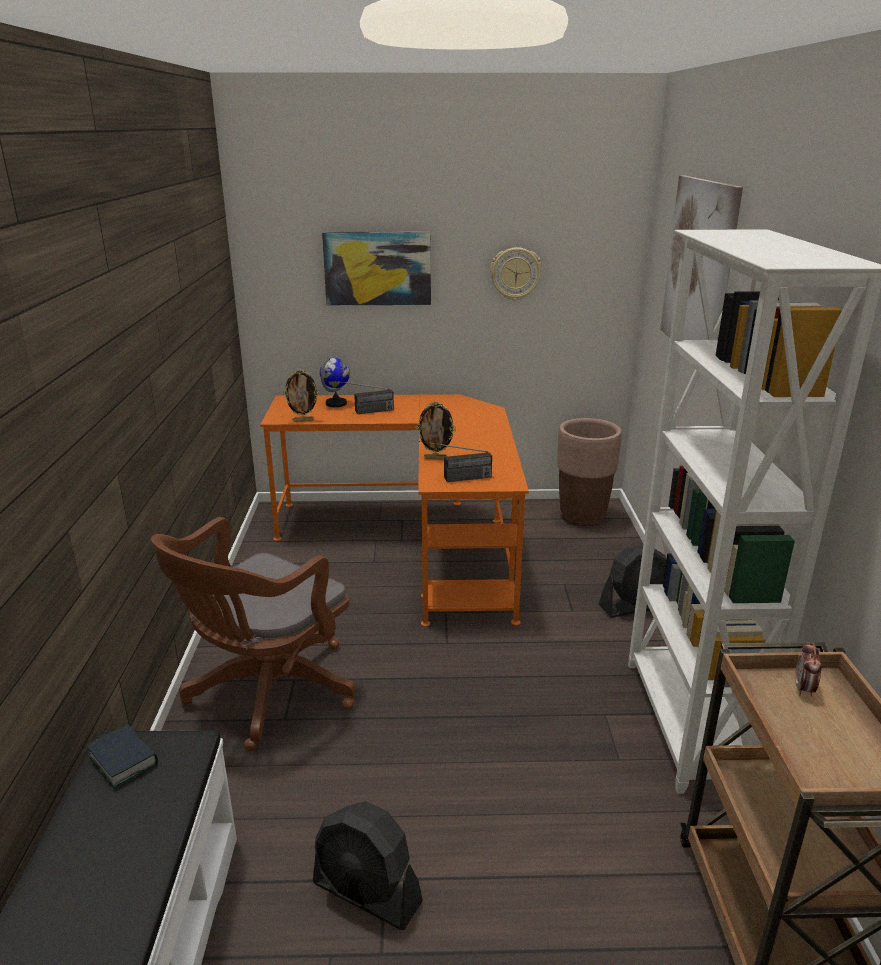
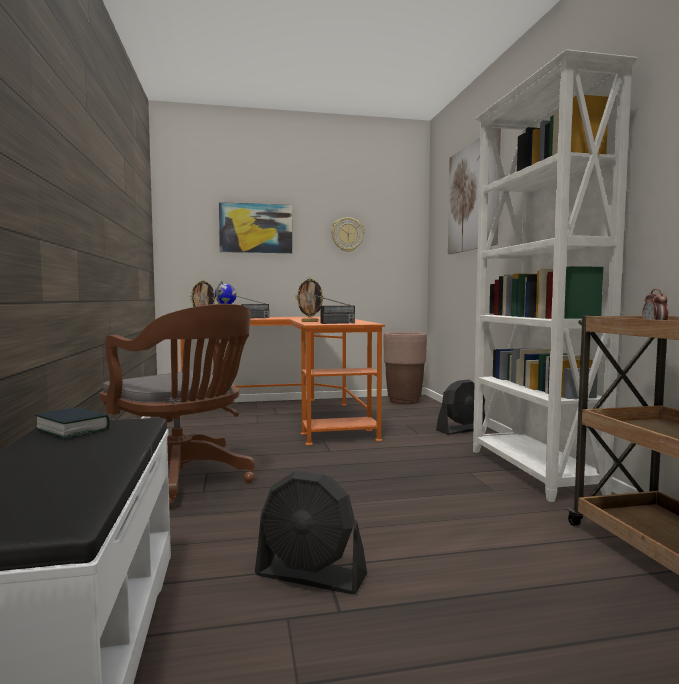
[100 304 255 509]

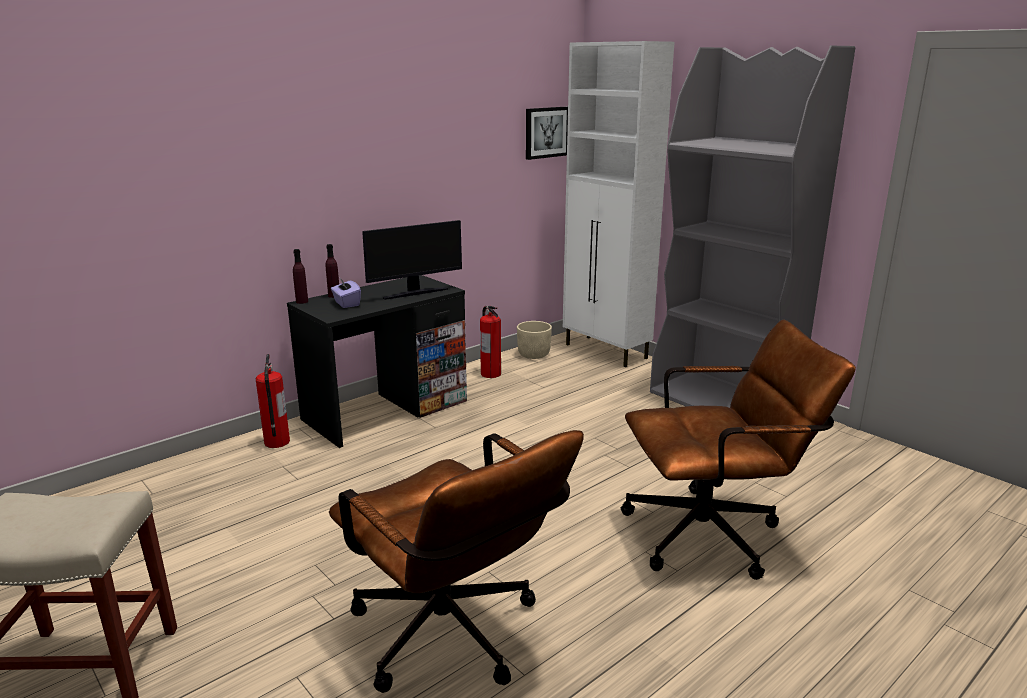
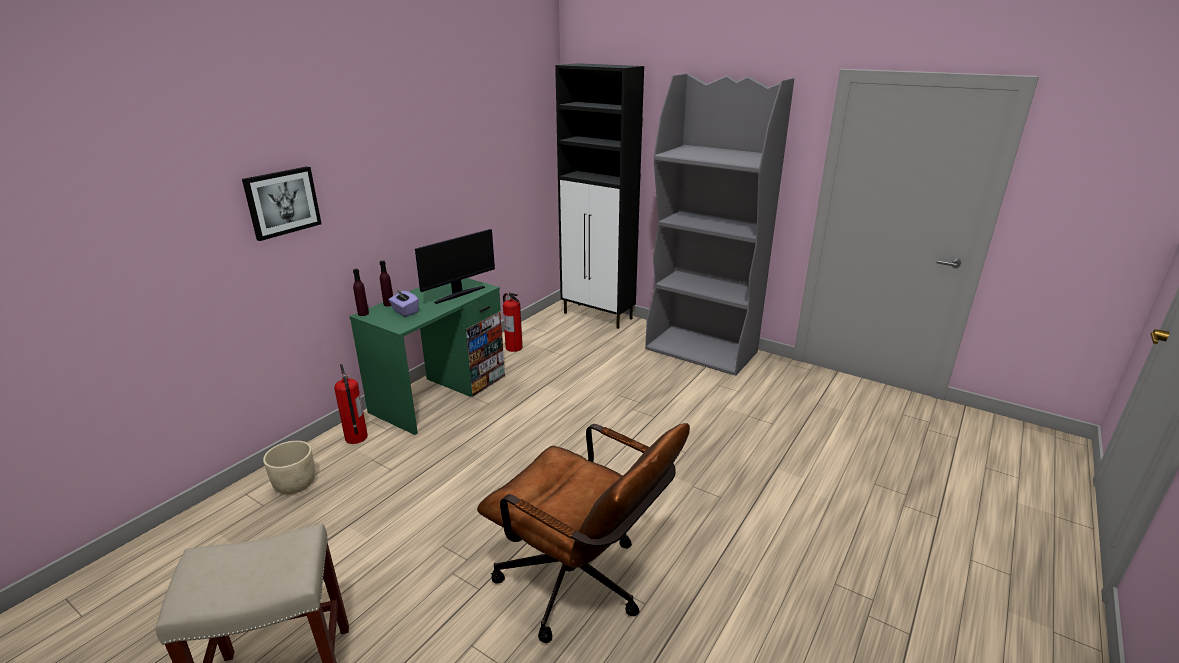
[350 278 505 435]
[263 441 315 494]
[242 166 322 241]
[555 63 644 329]
[621 320 856 580] (first image)

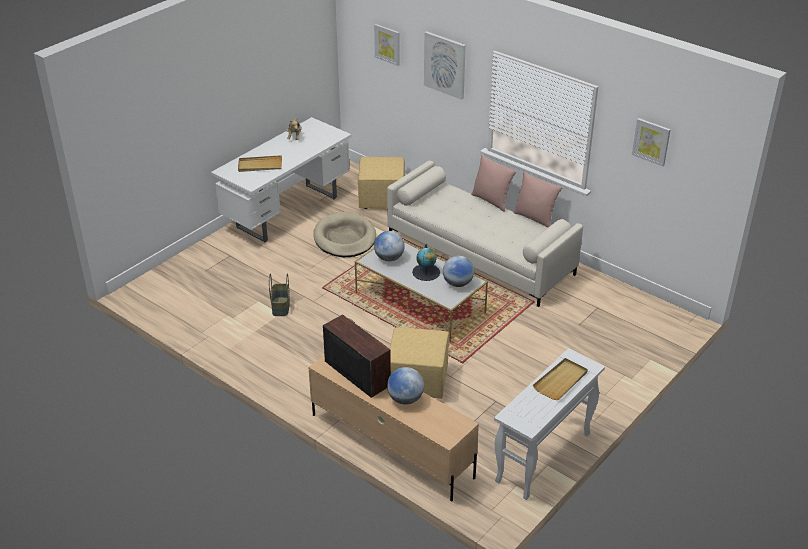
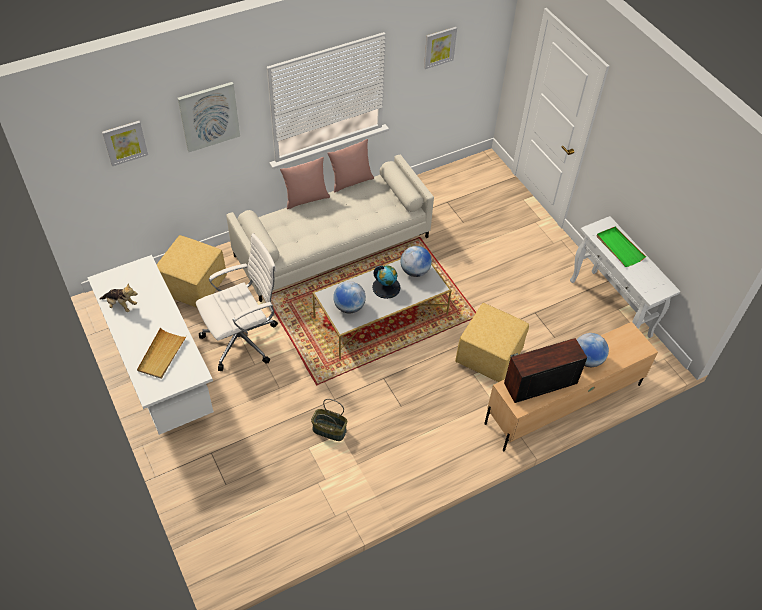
[196 233 278 371]
[597 227 646 267]

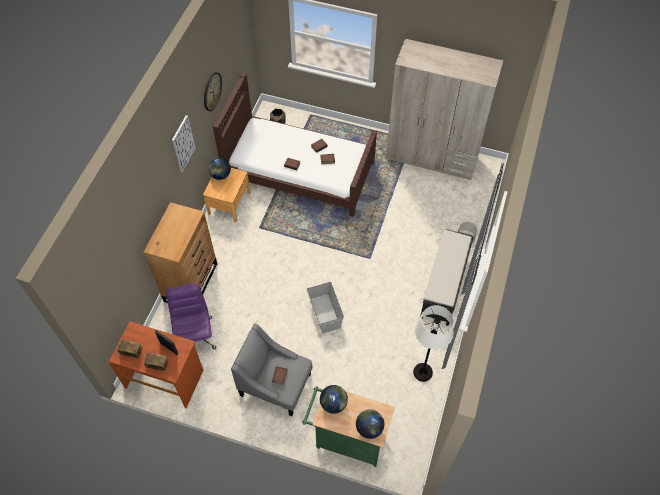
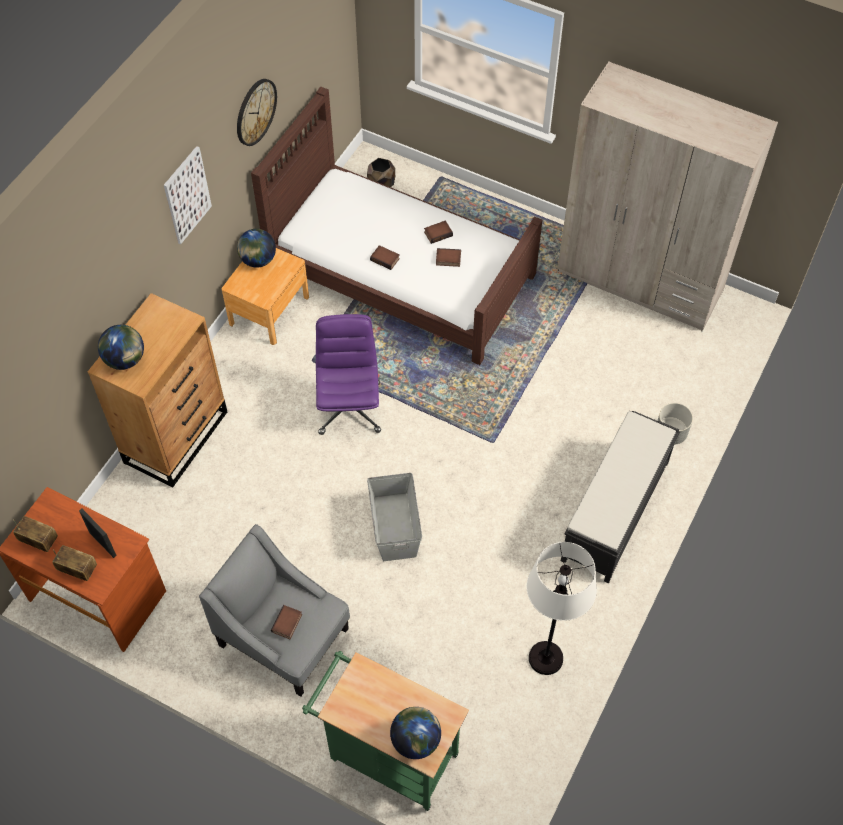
[316 314 381 435]
[98 325 144 370]

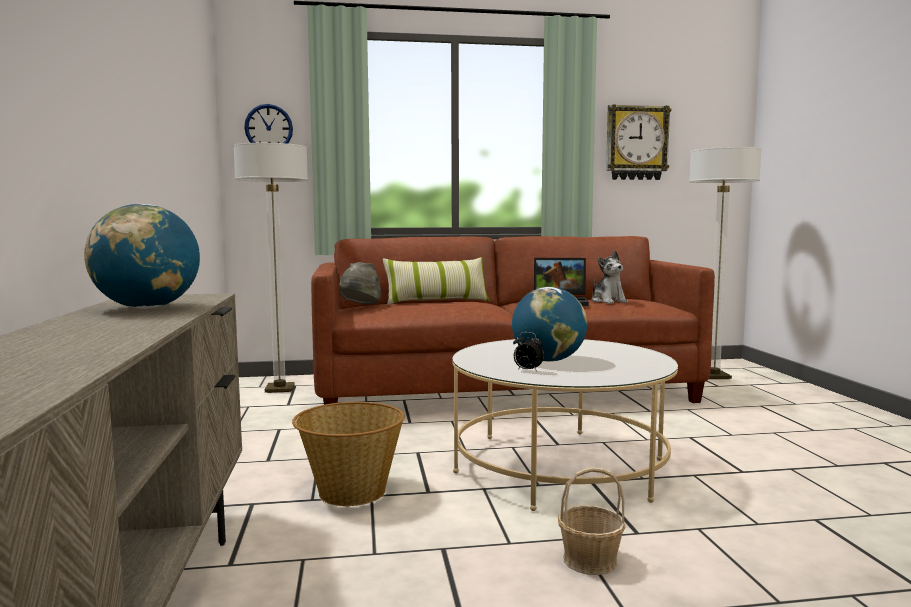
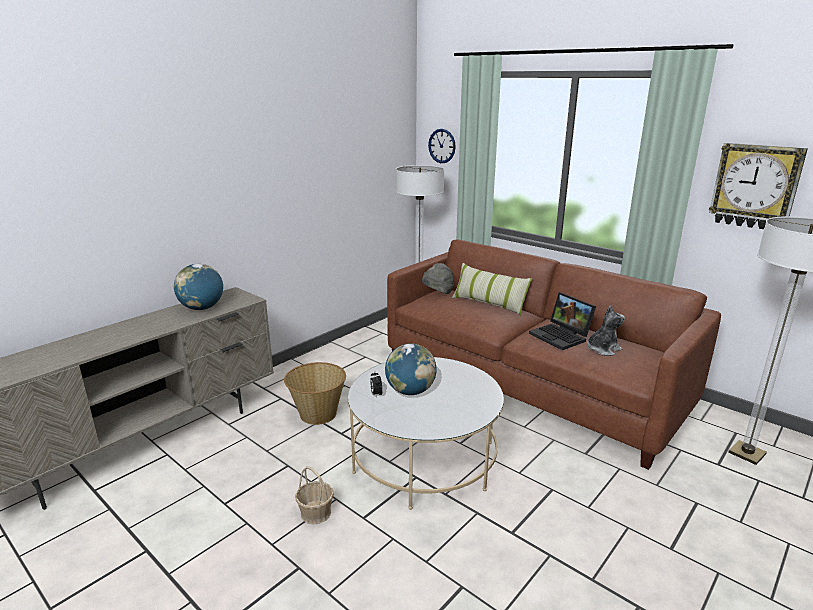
[587 305 625 356]

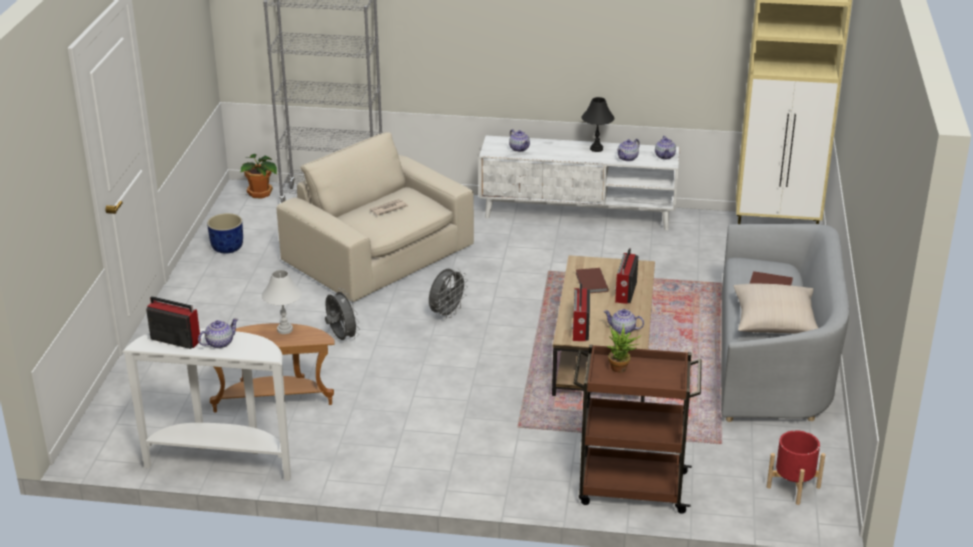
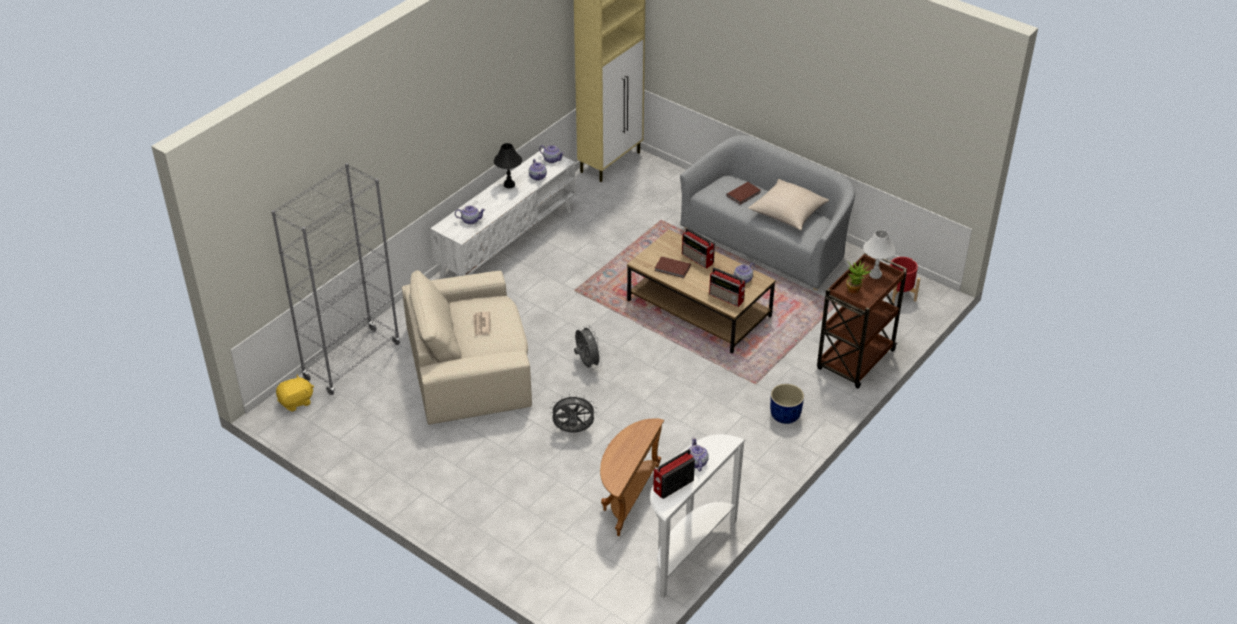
[770 384 804 424]
[276 374 314 412]
[863 230 895 279]

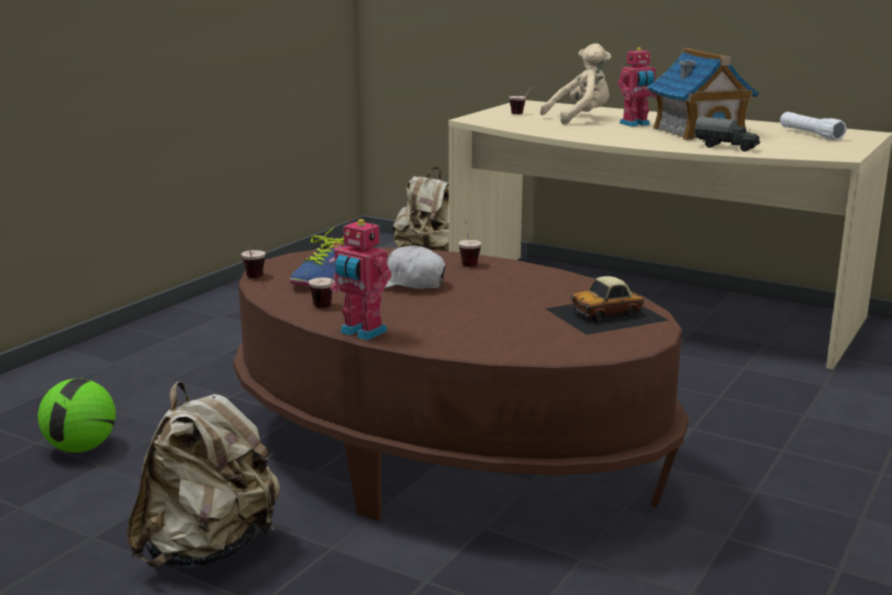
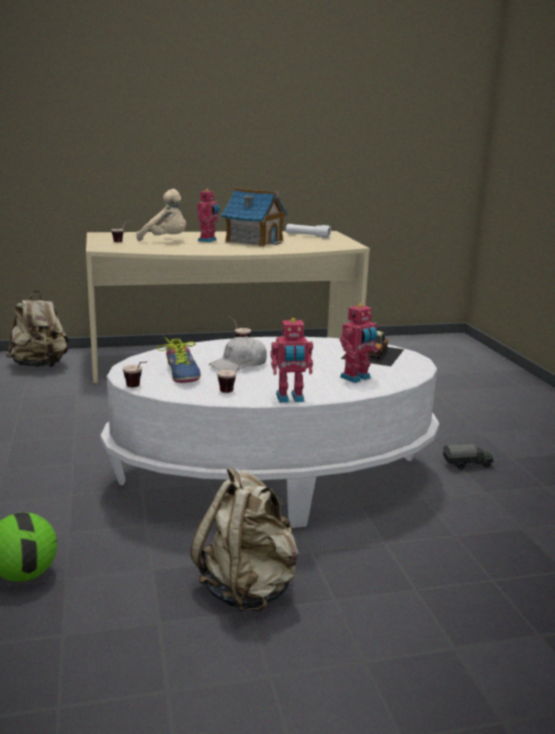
[100 337 439 528]
[136 189 186 241]
[443 444 494 470]
[340 303 378 383]

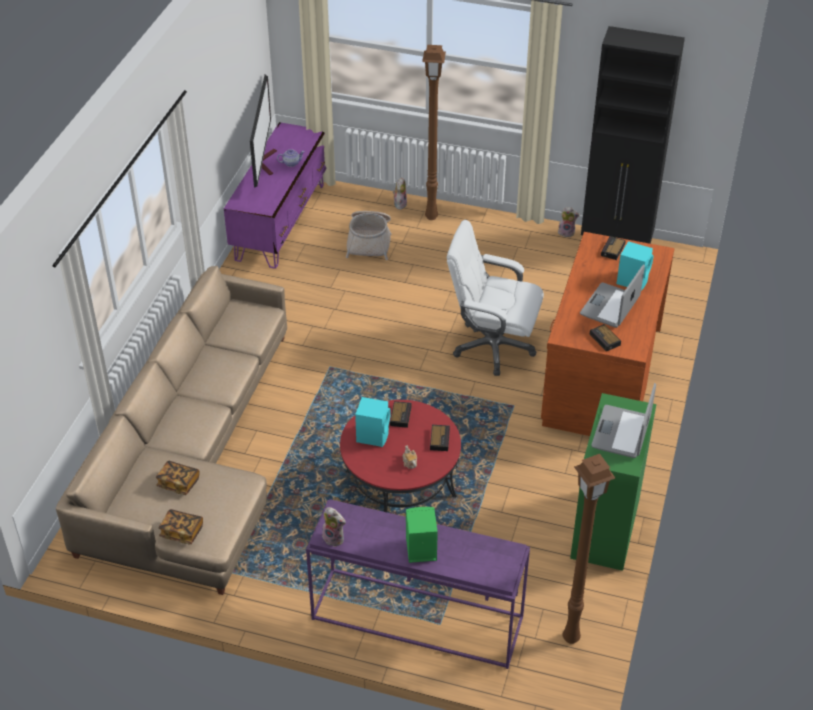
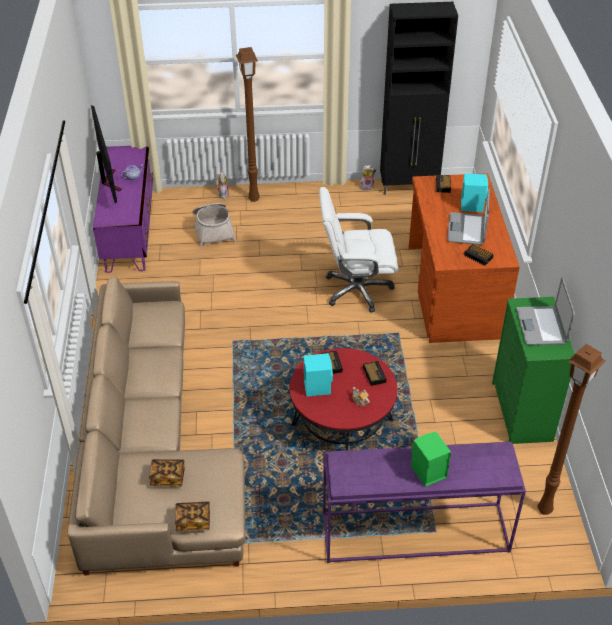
[322 507 346 547] (first image)

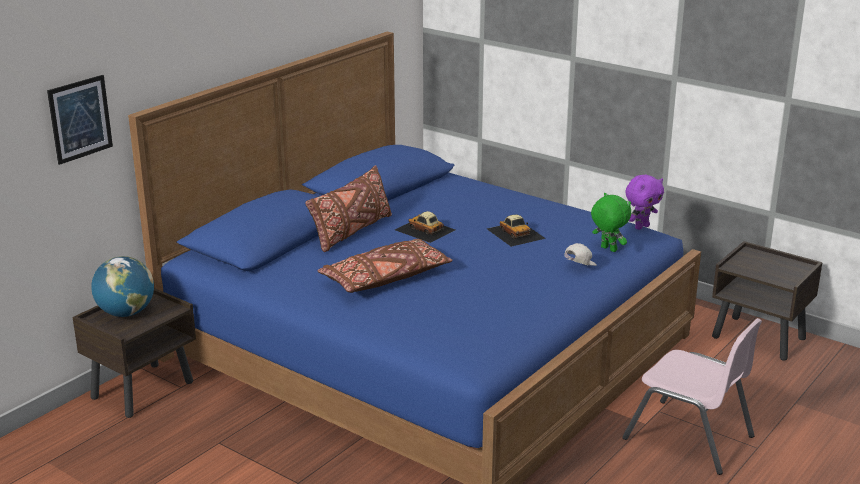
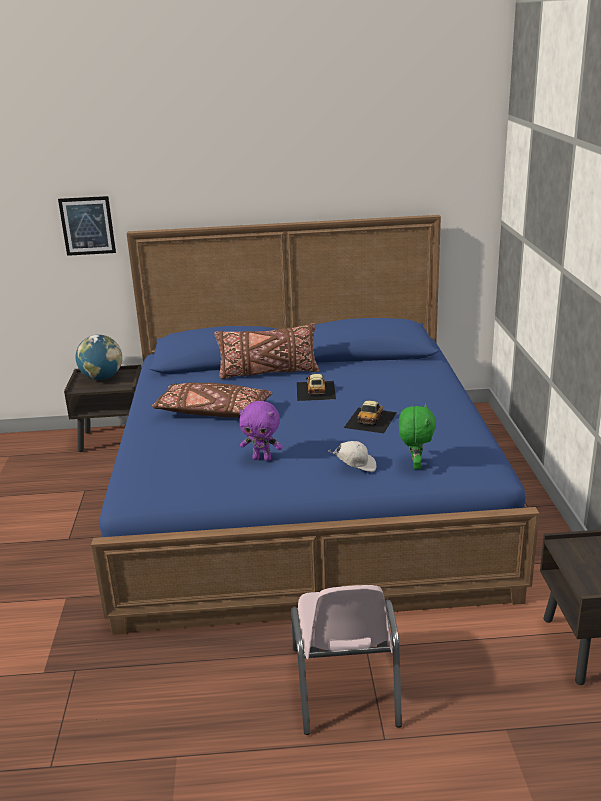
[239 401 283 461]

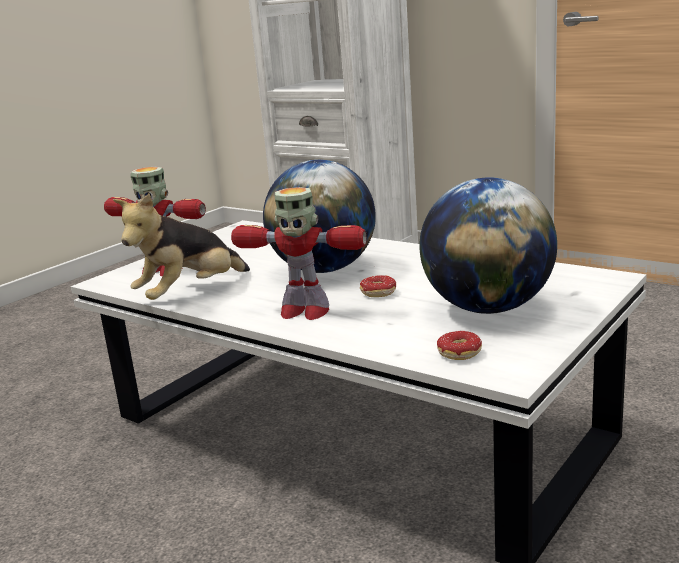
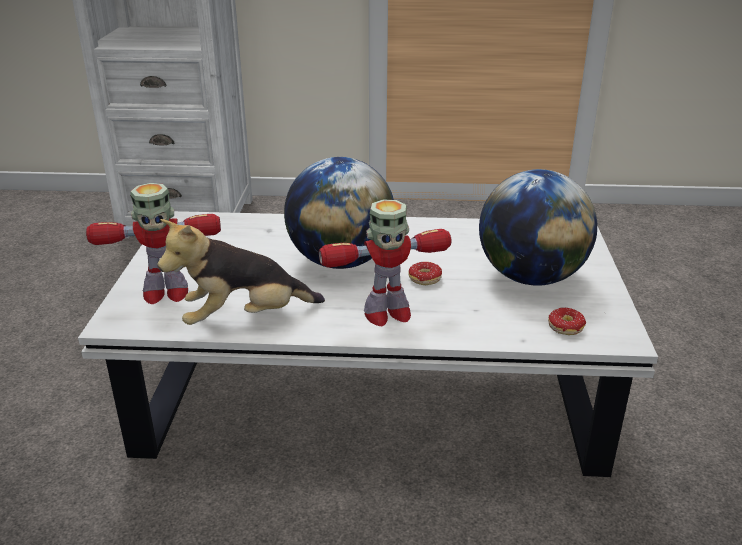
[158 219 325 325]

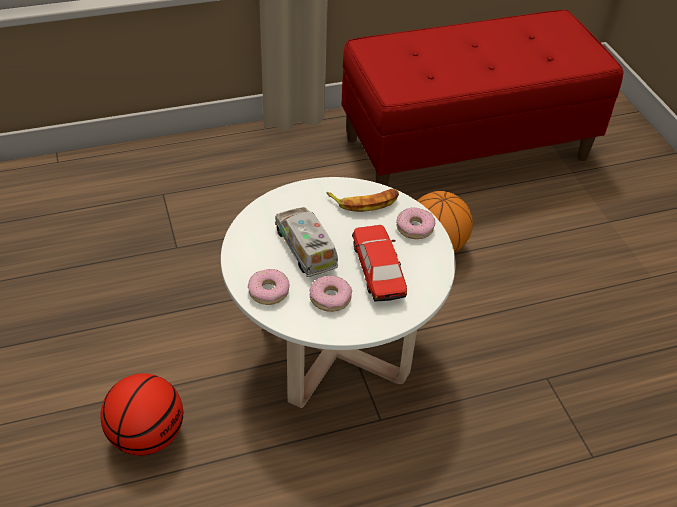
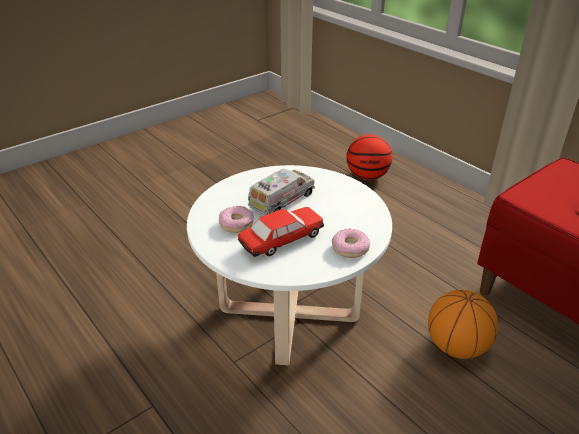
[346 135 392 180]
[248 269 289 305] (first image)
[326 189 399 212] (first image)

